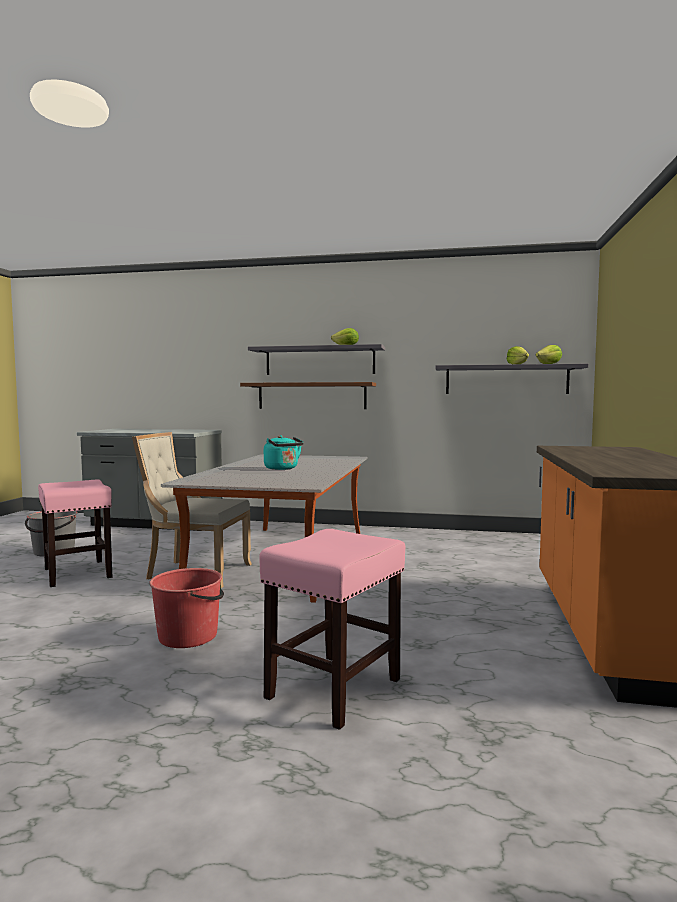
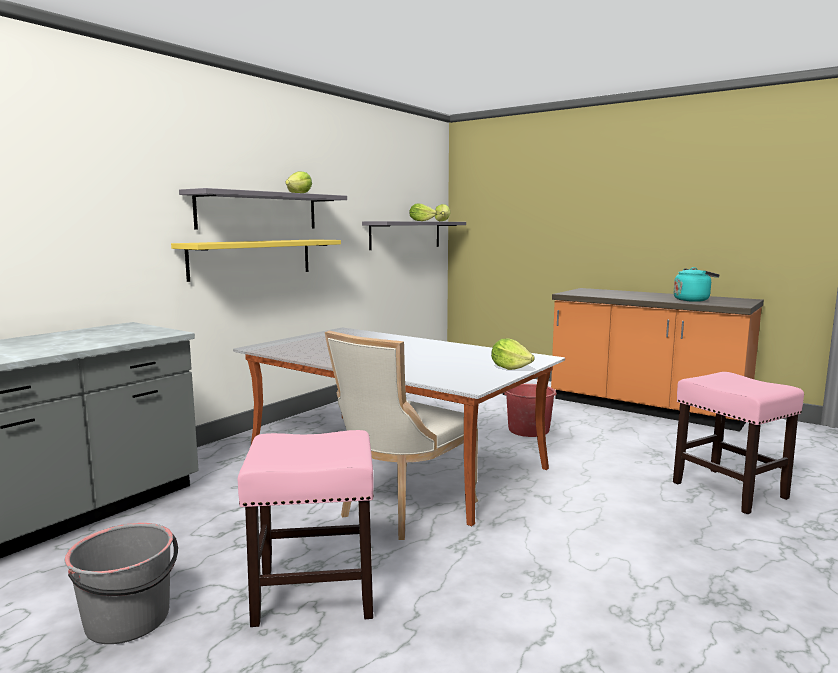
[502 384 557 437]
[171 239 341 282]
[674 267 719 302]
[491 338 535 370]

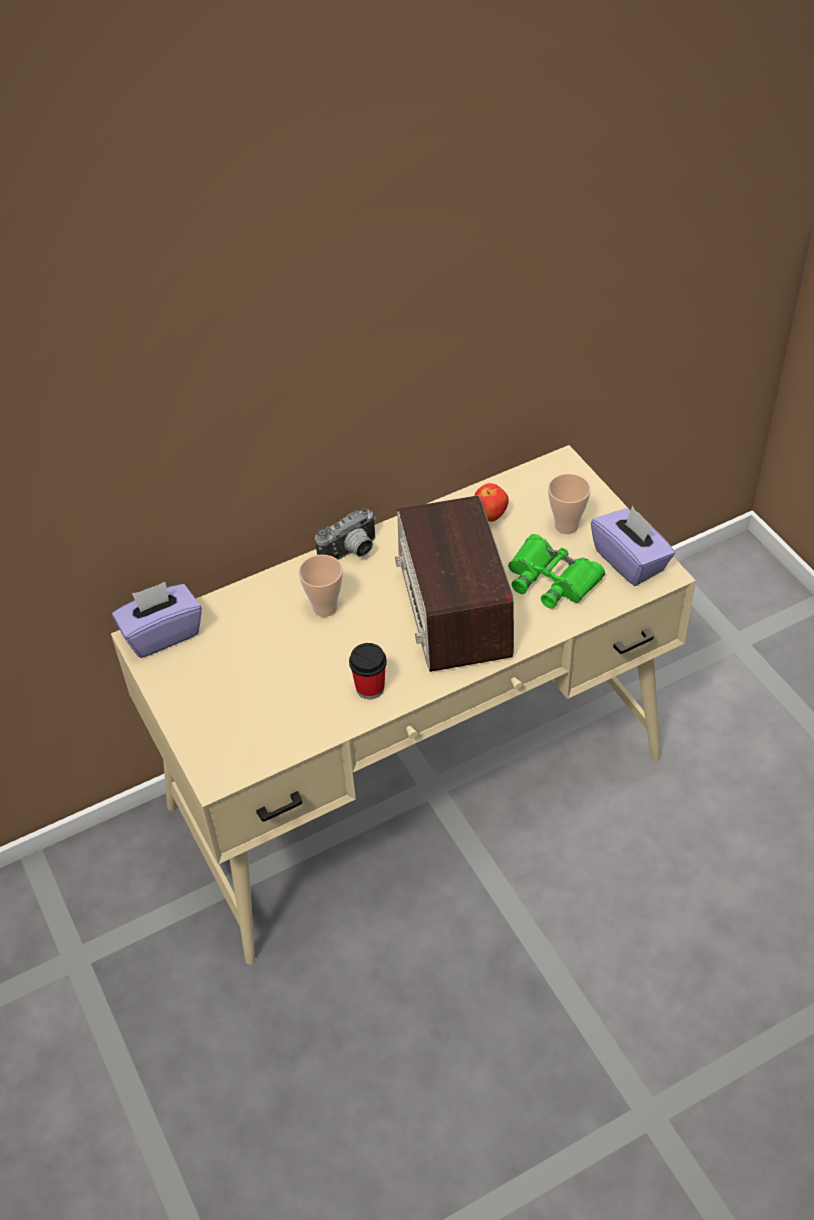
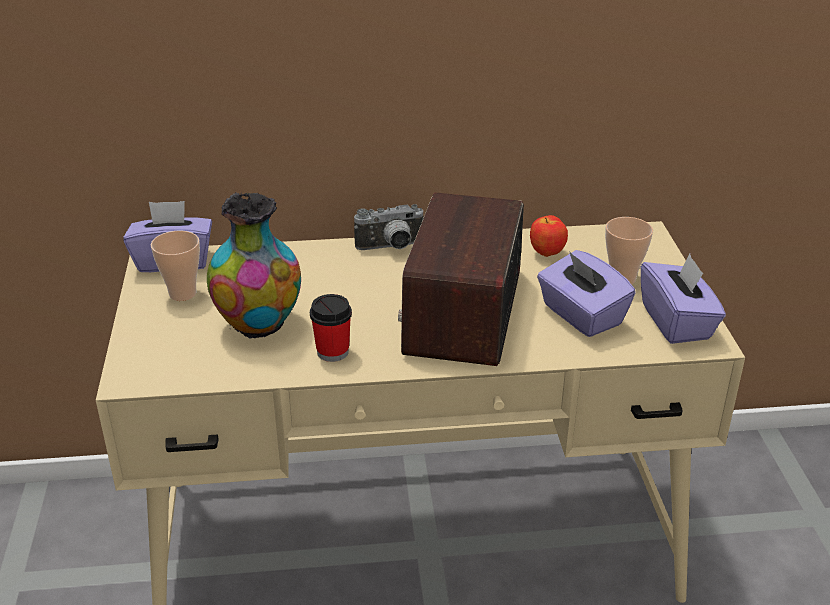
[151 231 200 301]
[537 250 636 337]
[207 192 301 339]

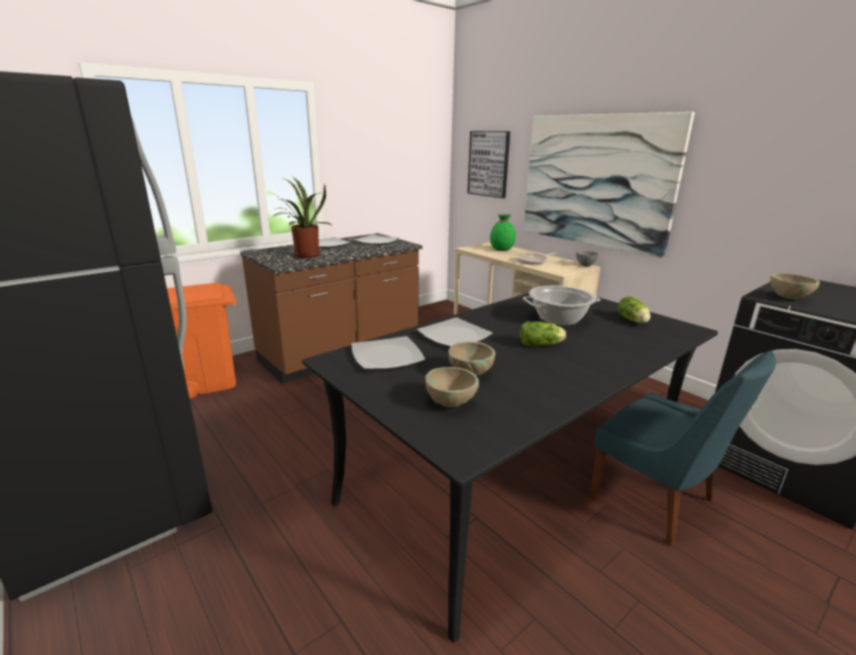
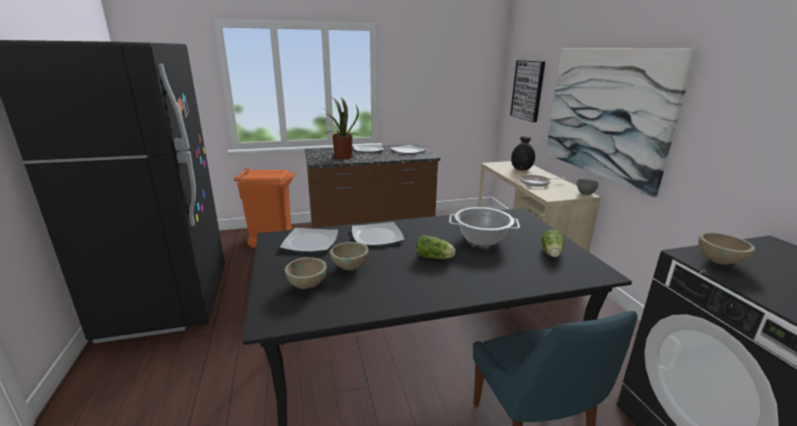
[511 137 535 170]

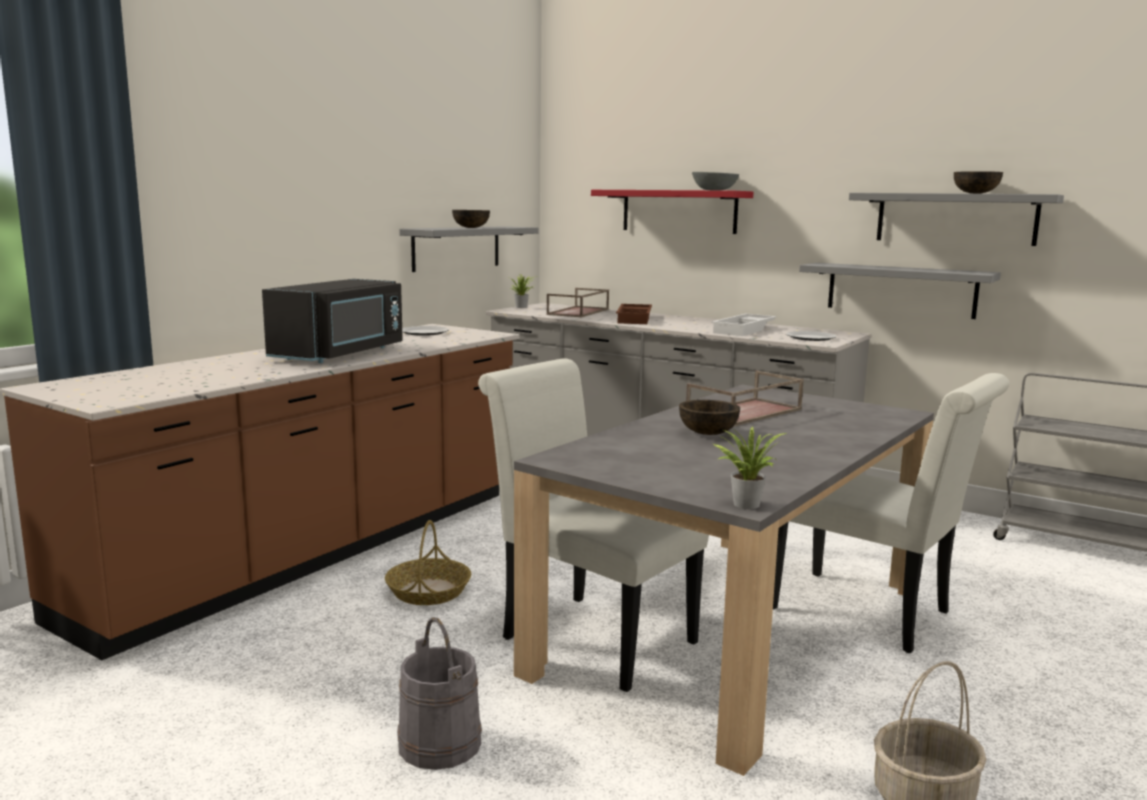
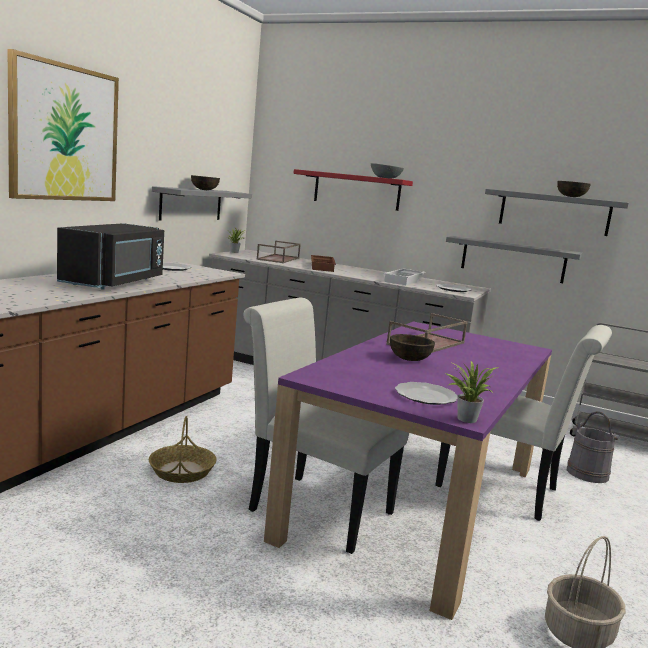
[567 411 619 483]
[264 321 552 620]
[8 49 119 201]
[395 382 458 405]

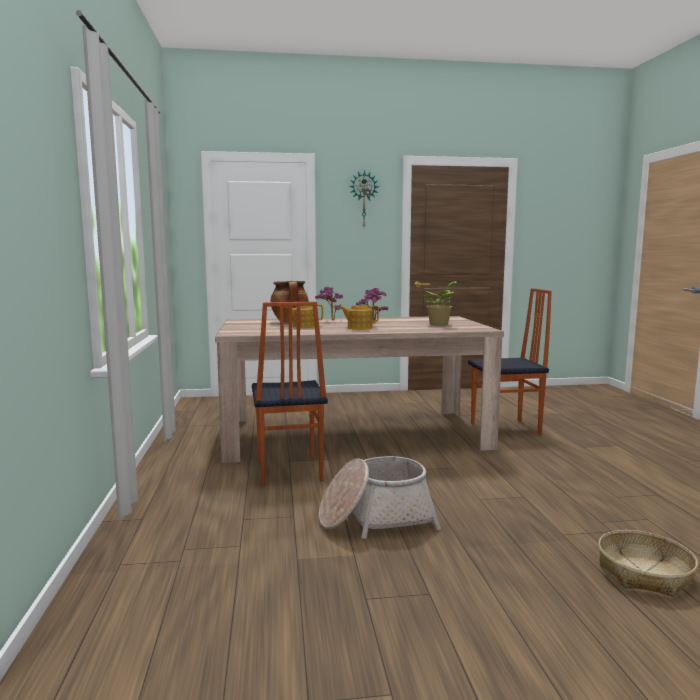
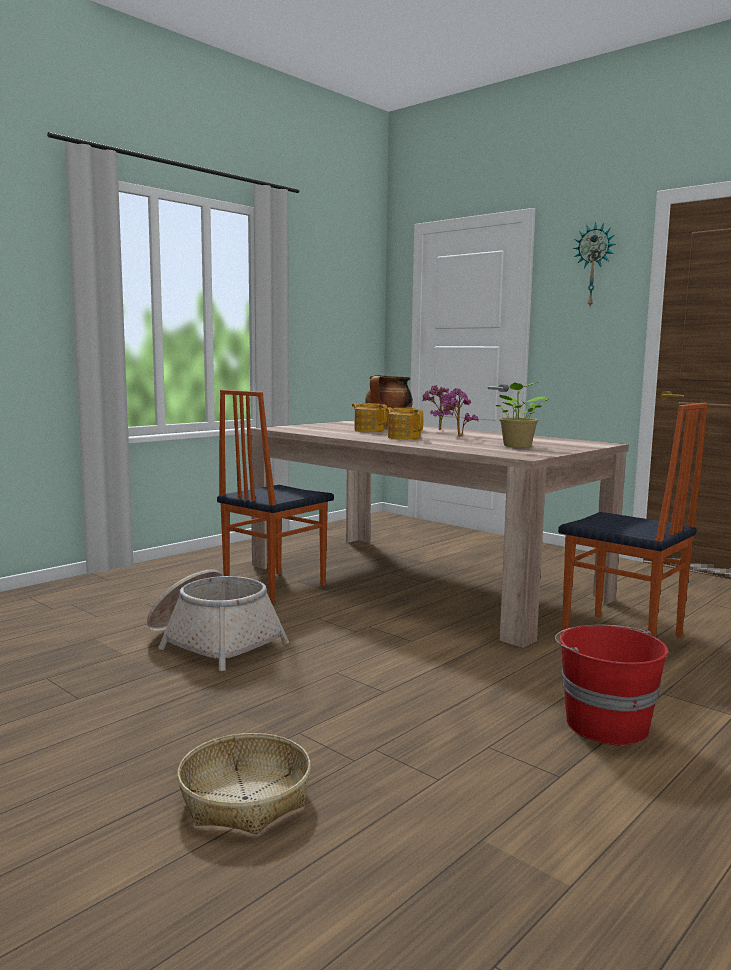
[555 625 668 746]

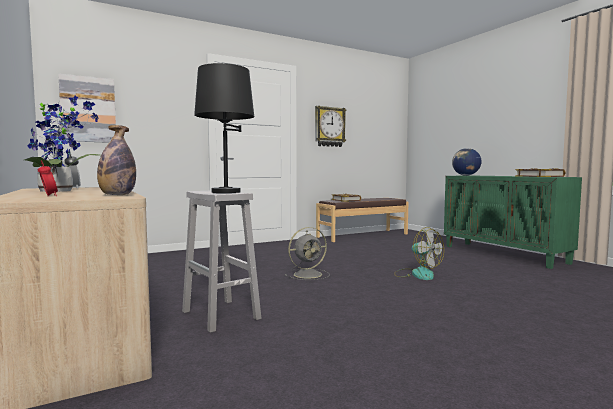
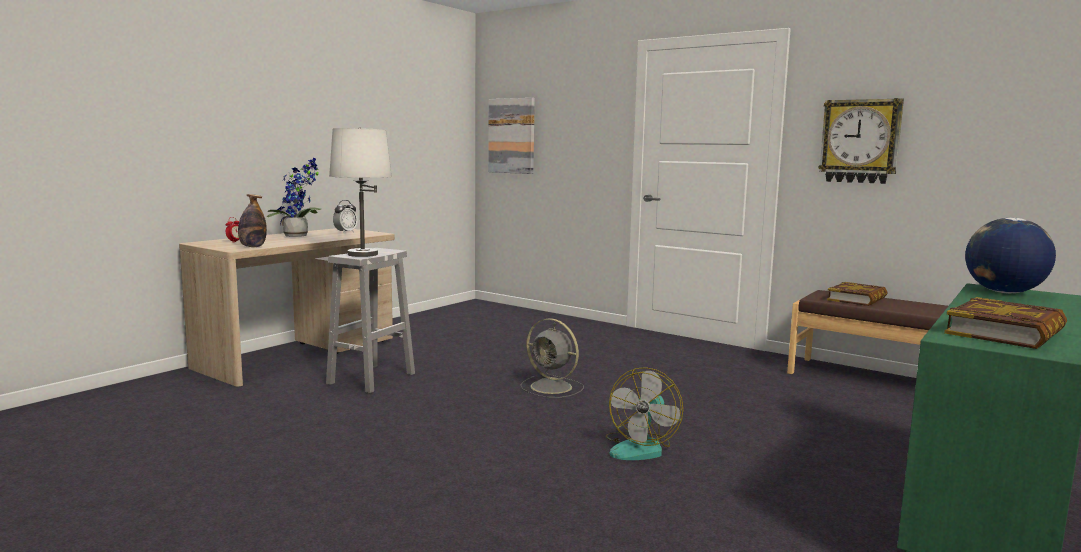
[329 127 392 257]

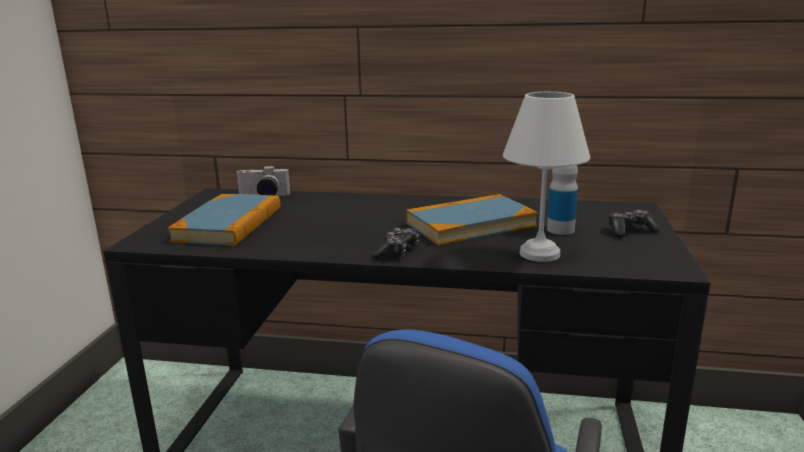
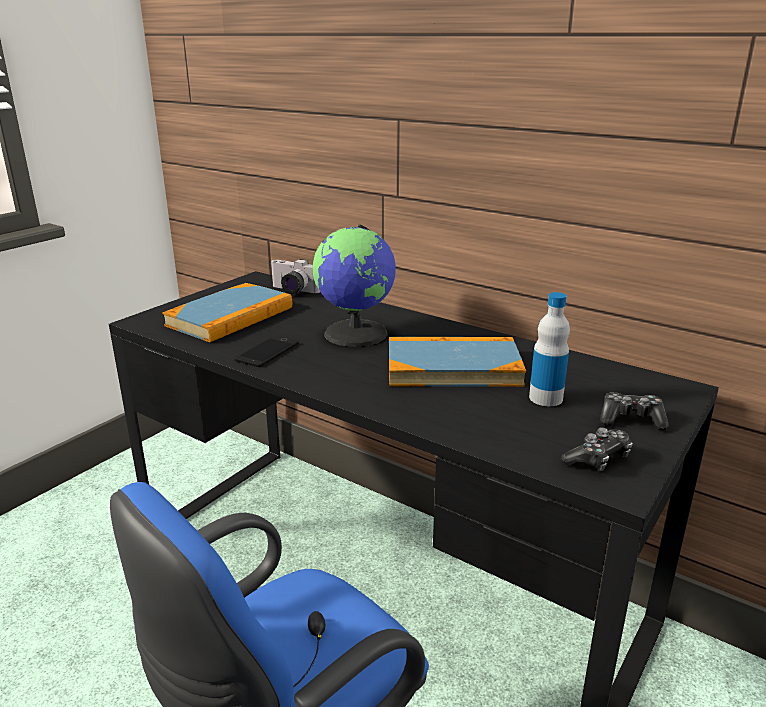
[561 427 633 471]
[503 92 590 262] (first image)
[235 335 299 367]
[313 224 396 347]

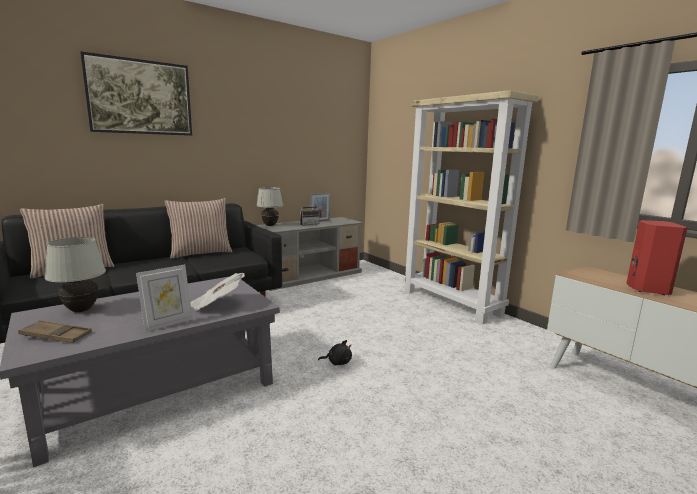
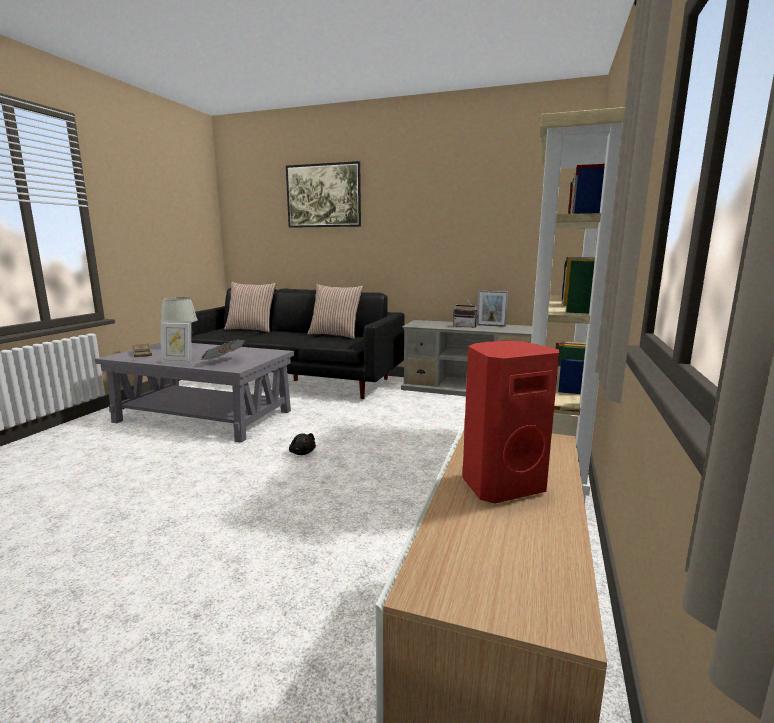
[256 187 283 226] (first image)

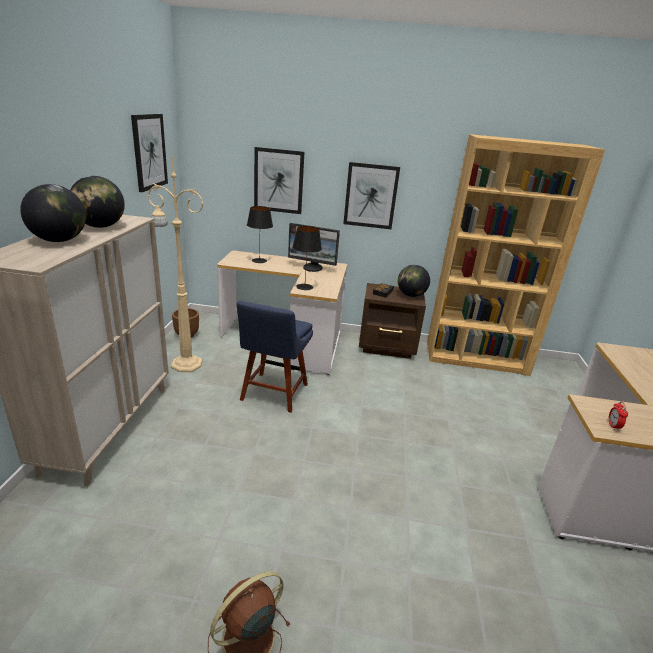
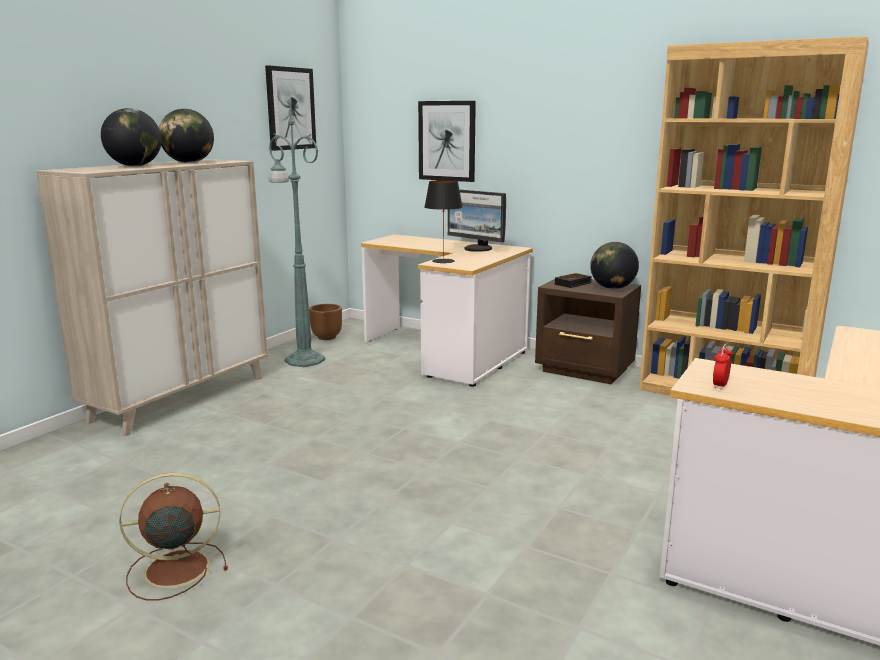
[269 100 325 367]
[237 301 313 413] (first image)
[247 206 273 263] (first image)
[343 162 400 229] (first image)

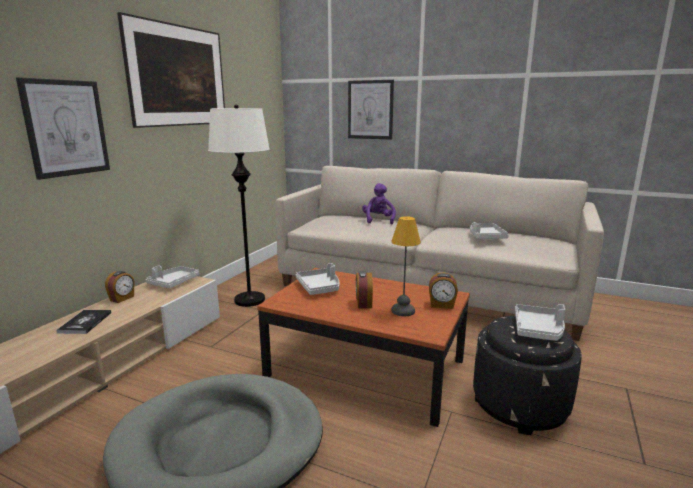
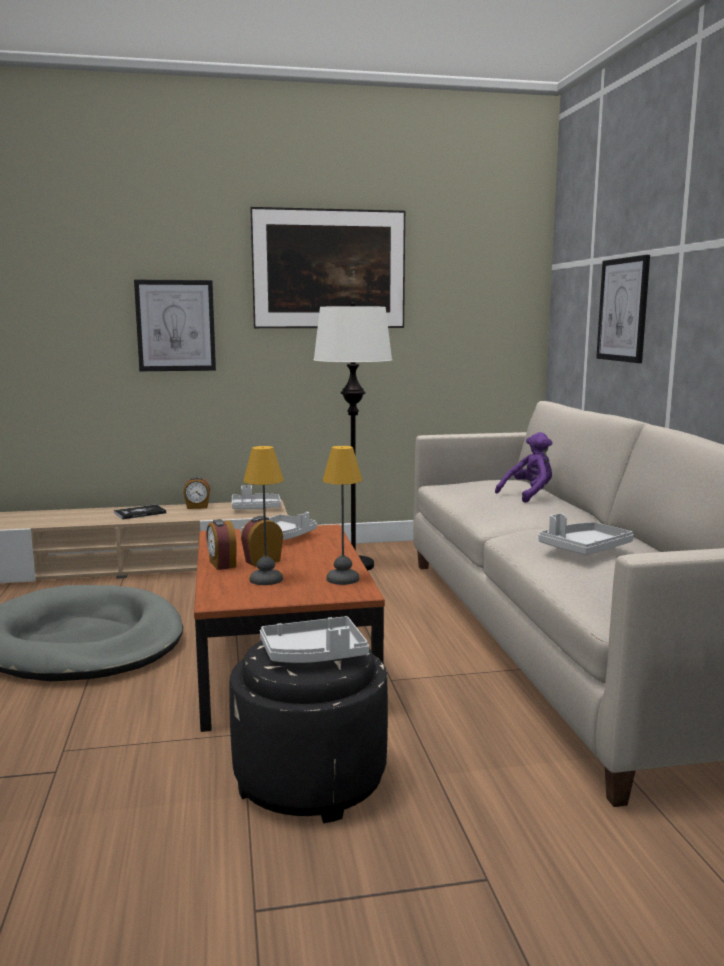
[206 519 237 570]
[323 446 362 585]

